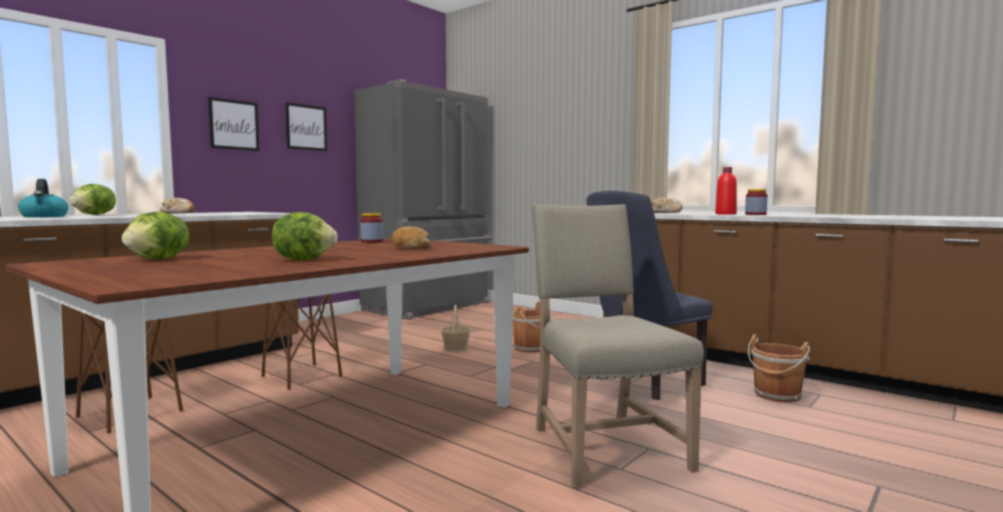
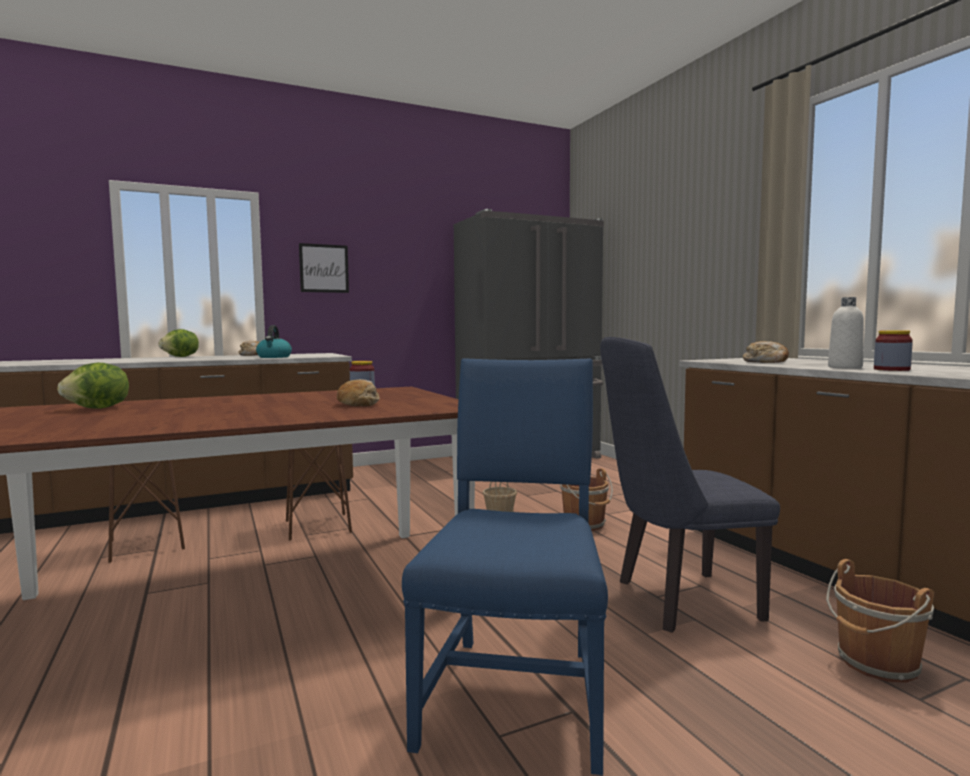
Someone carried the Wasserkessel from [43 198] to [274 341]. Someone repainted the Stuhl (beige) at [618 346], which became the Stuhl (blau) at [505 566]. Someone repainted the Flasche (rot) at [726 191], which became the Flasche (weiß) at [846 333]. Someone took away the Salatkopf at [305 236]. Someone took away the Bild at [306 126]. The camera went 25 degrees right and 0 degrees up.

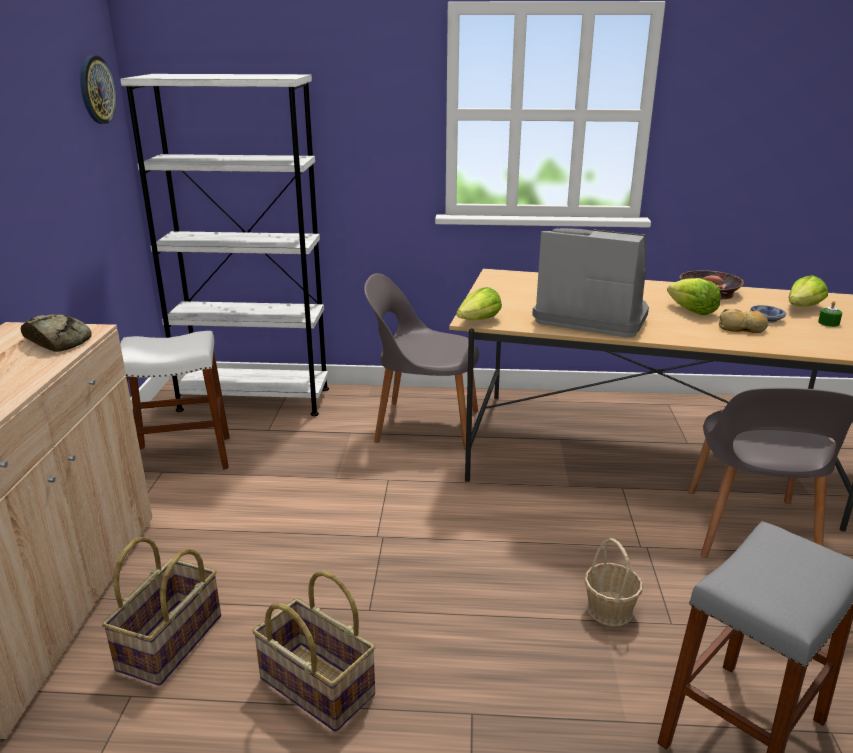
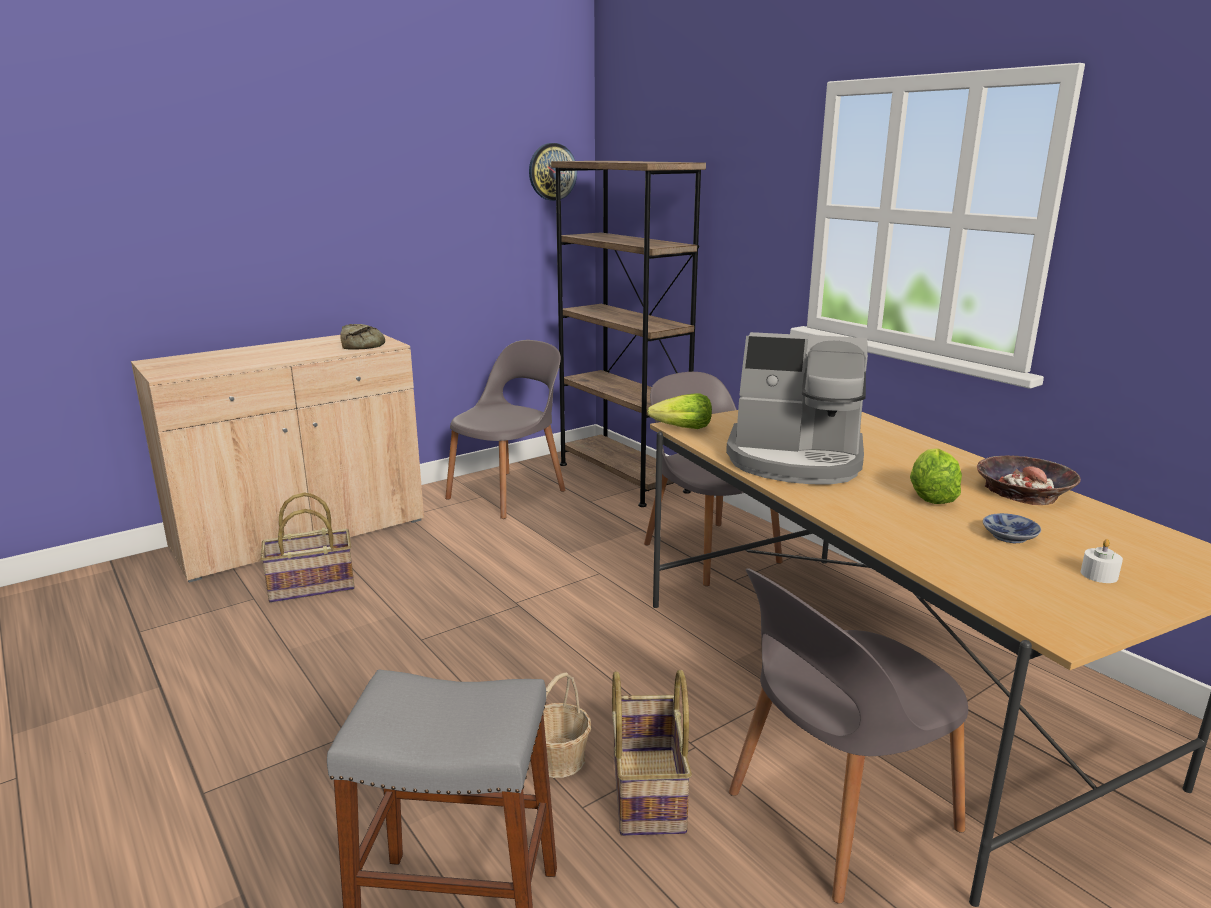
Someone swapped the Hocker (weiß) at [175 400] for the Stuhl (grau) at [505 429]. Someone repainted the Bücherregal (weiß) at [224 245], which became the Bücherregal (braun) at [628 334]. Someone carried the Korb from [314 651] to [652 753]. Someone rotated the Kaffeemaschine at [590 283] by 120 degrees clockwise. Someone repainted the Kerze (grün) at [830 314], which became the Kerze (weiß) at [1102 561]. Someone took away the Brot at [744 321]. Someone took away the Salatkopf at [808 291]. The camera went 50 degrees right and 5 degrees down.

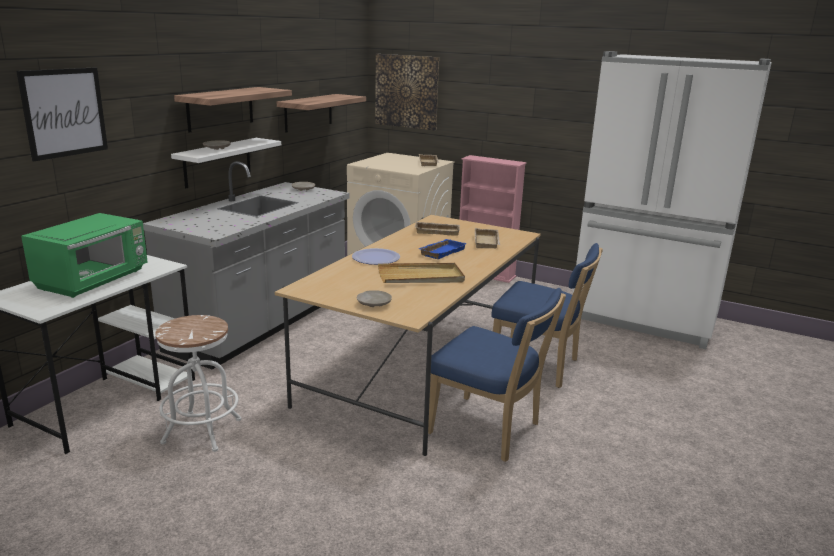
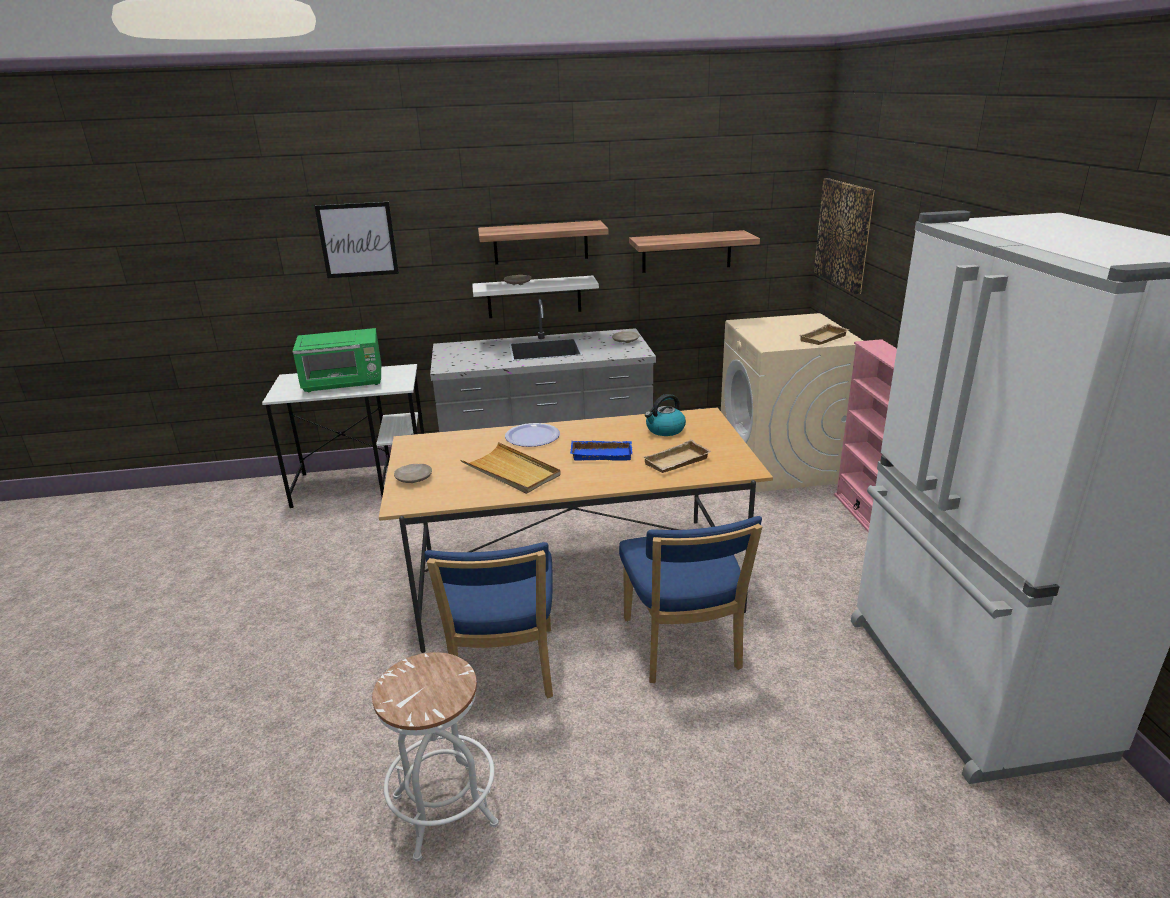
Someone carried the Hocker (weiß) from [198 383] to [435 756]. Someone swapped the Tablett (beige) at [437 229] for the Wasserkessel at [665 415]. The camera went 55 degrees right and 5 degrees up.

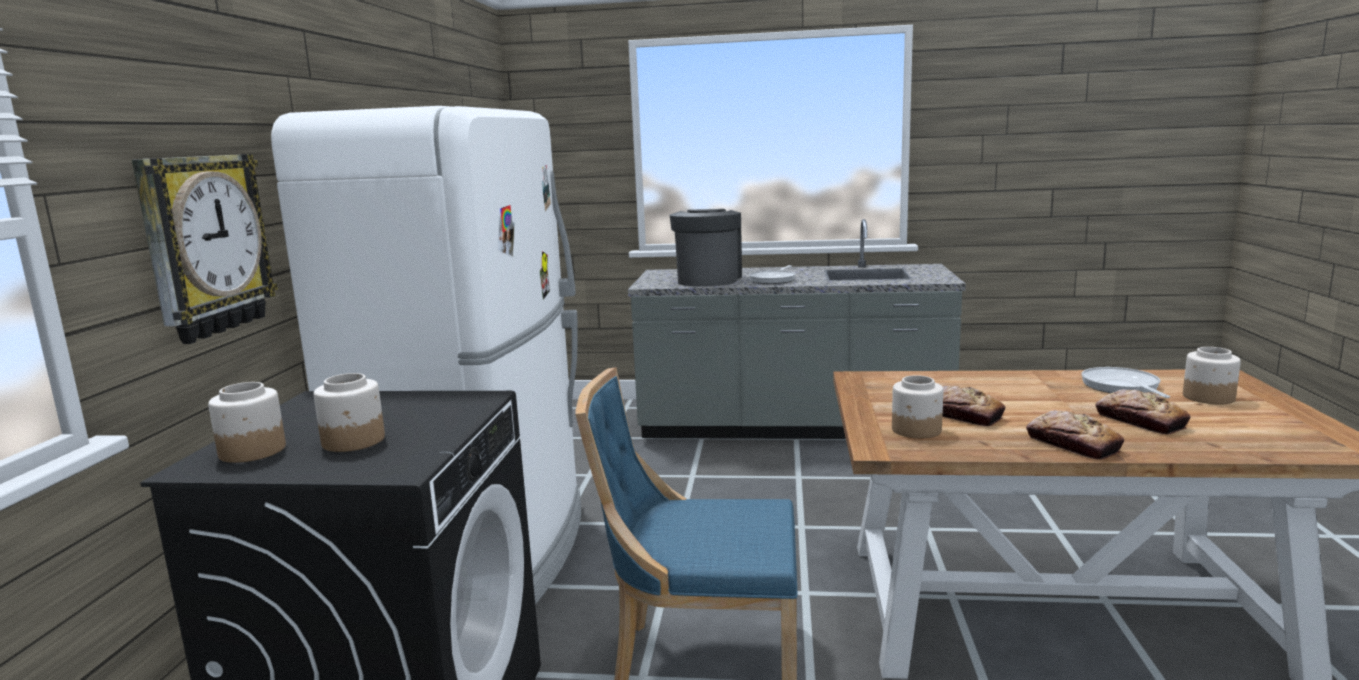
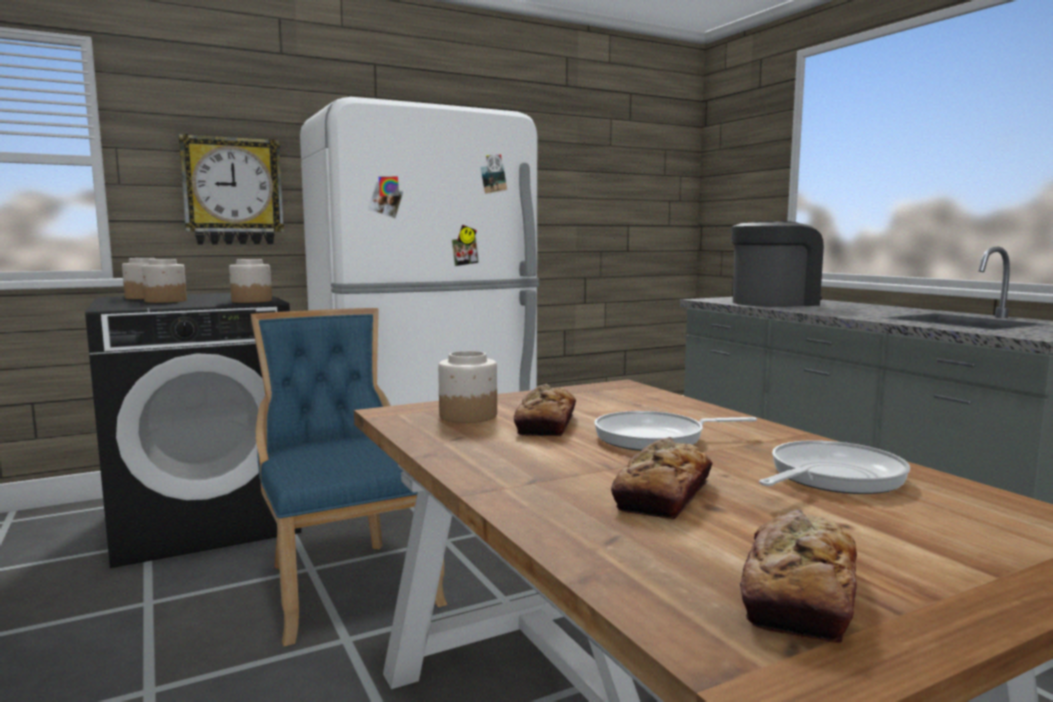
Someone carried the Vorratsglas from [1212 376] to [250 281]. Someone carried the Pfanne from [772 274] to [675 431]. Someone carried the Brot from [1075 435] to [798 576]. The camera went 55 degrees right and 5 degrees down.

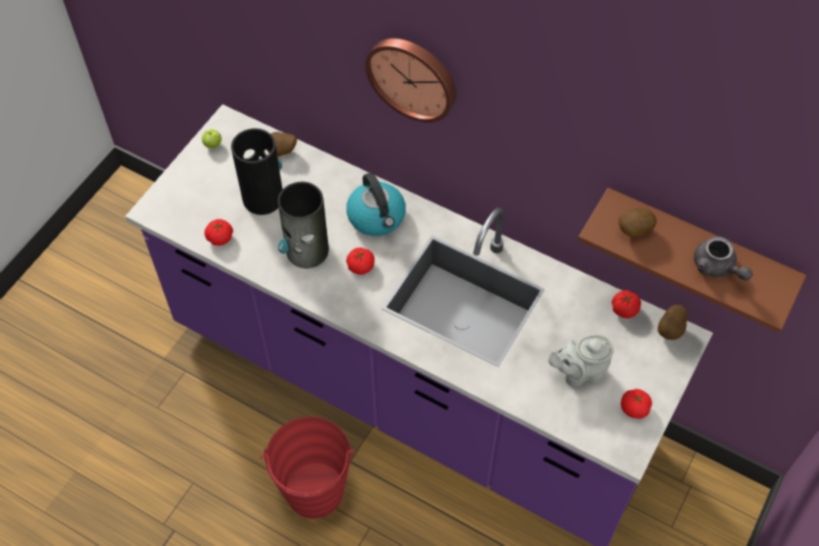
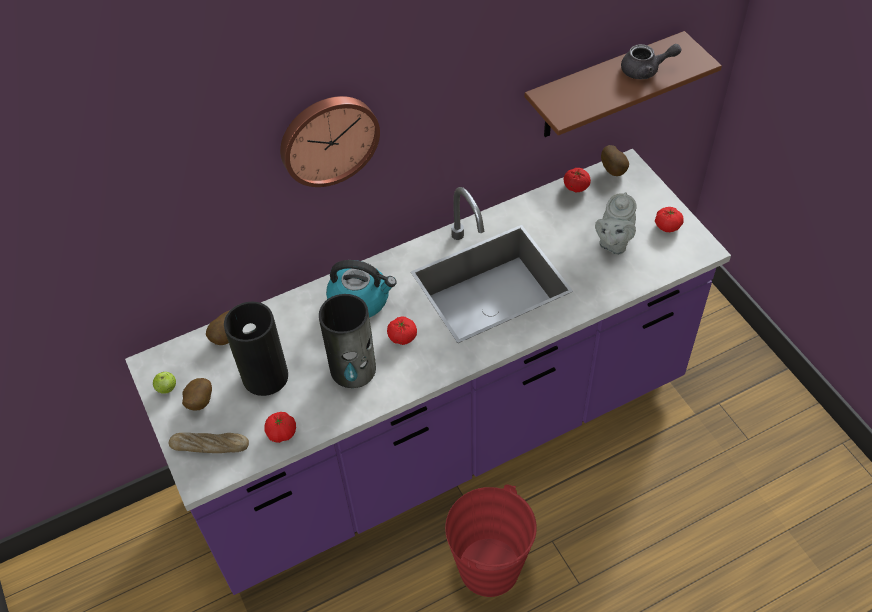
Someone put down the Brot at [209 443]. Someone carried the Kartoffel from [638 222] to [197 394]. The camera went 55 degrees left and 5 degrees down.

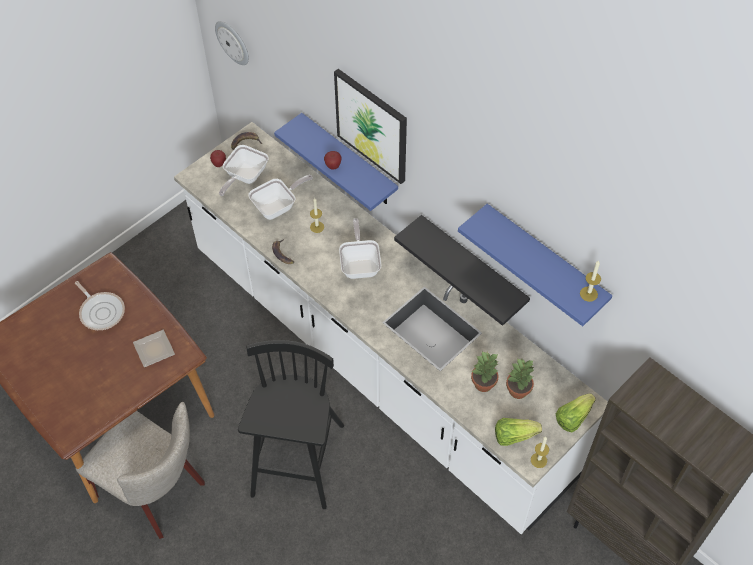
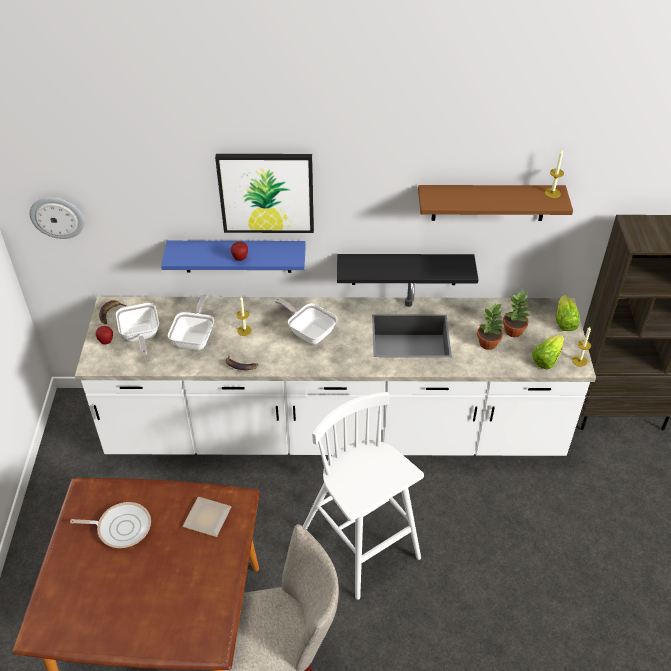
Someone repainted the Hocker (schwarz) at [291 424], which became the Hocker (weiß) at [363 496]. Someone repainted the Wandregal (blau) at [535 265], which became the Wandregal (braun) at [495 203]. The camera went 45 degrees left and 10 degrees down.

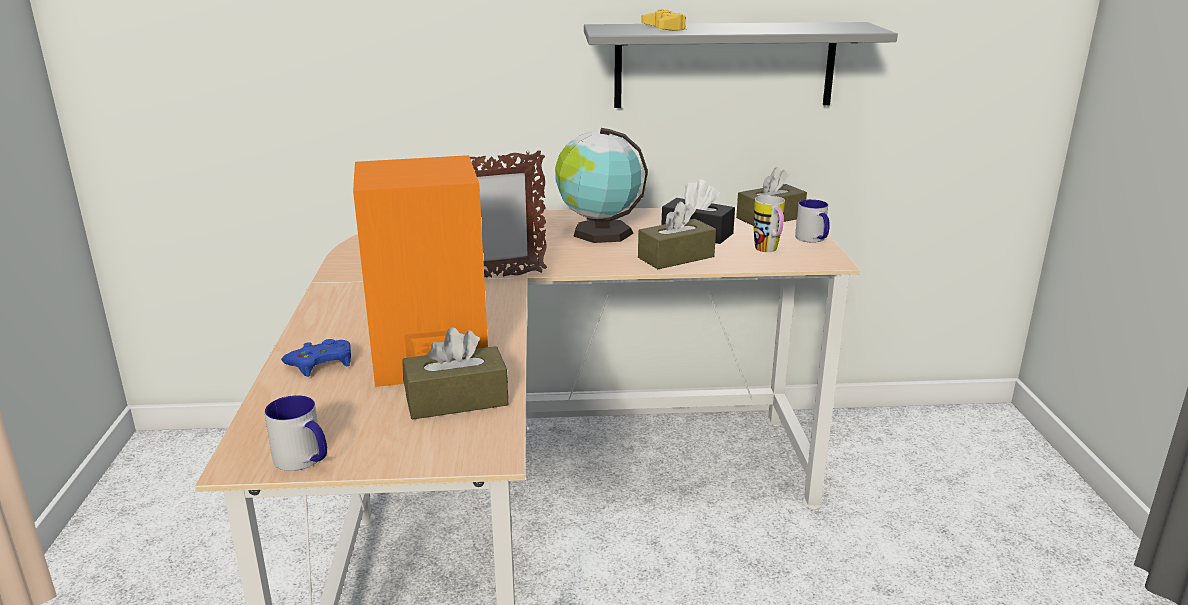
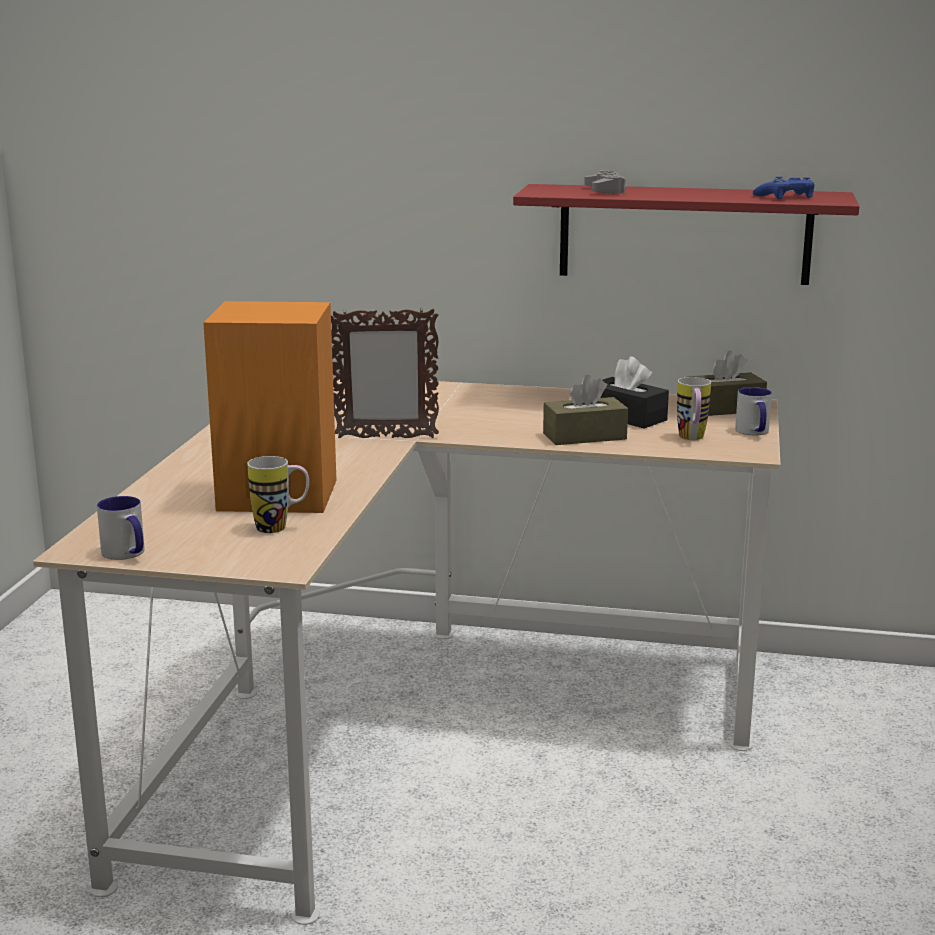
Someone swapped the Taschentuchbox (braun) at [455 373] for the Henkelbecher at [278 494]. Someone repainted the Wandregal (grau) at [741 65], which became the Wandregal (rot) at [686 234]. Someone repainted the Gamepad (gelb) at [663 20], which became the Gamepad (grau) at [605 182]. Someone carried the Gamepad (blau) from [316 358] to [784 187]. Someone took away the Globus at [601 185]. The camera went 15 degrees right and 5 degrees down.

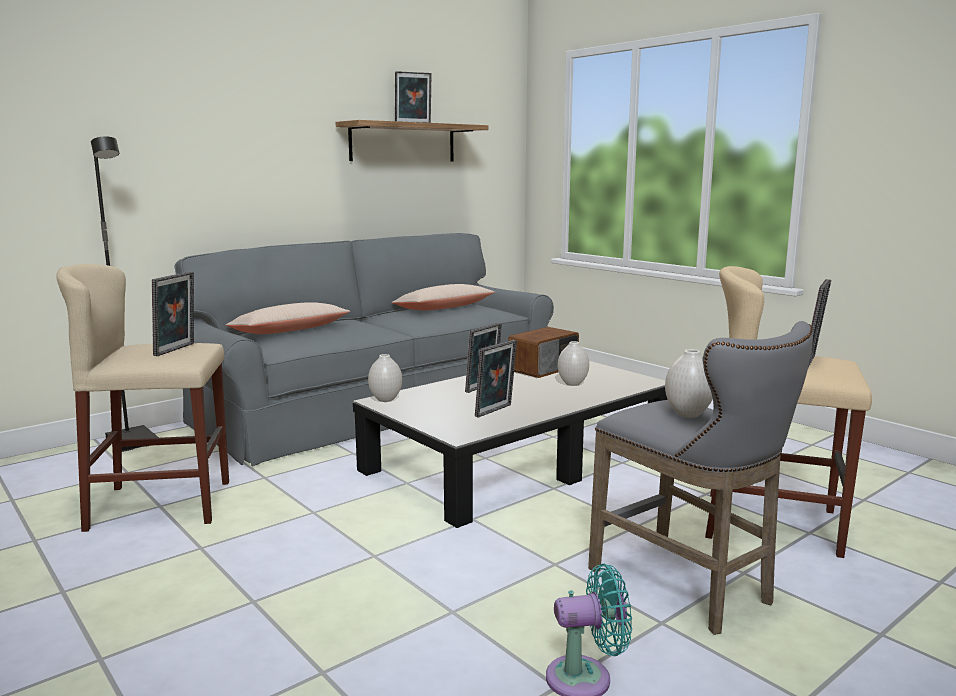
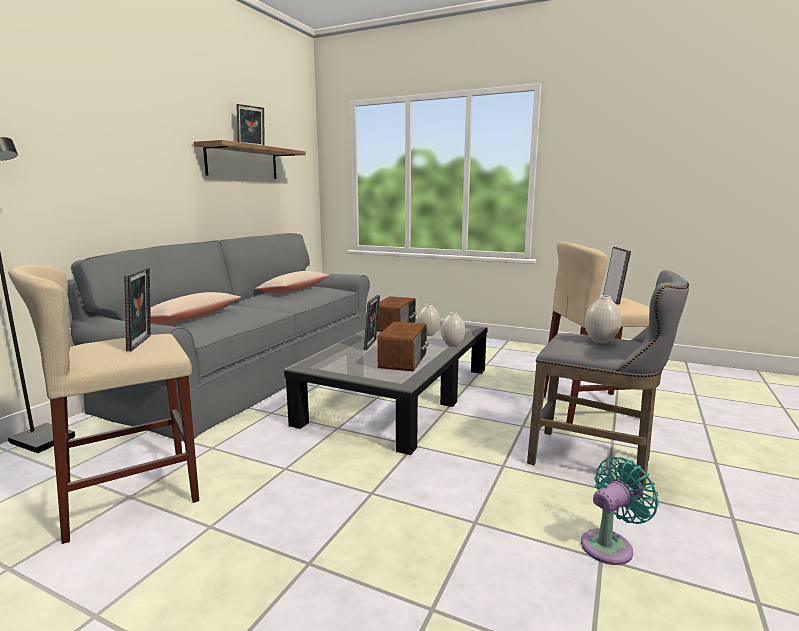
Someone swapped the Bilderrahmen at [496 379] for the Radio at [403 346]. Someone carried the Vase (weiß) from [385 378] to [453 329]. The camera went 25 degrees left and 0 degrees up.

